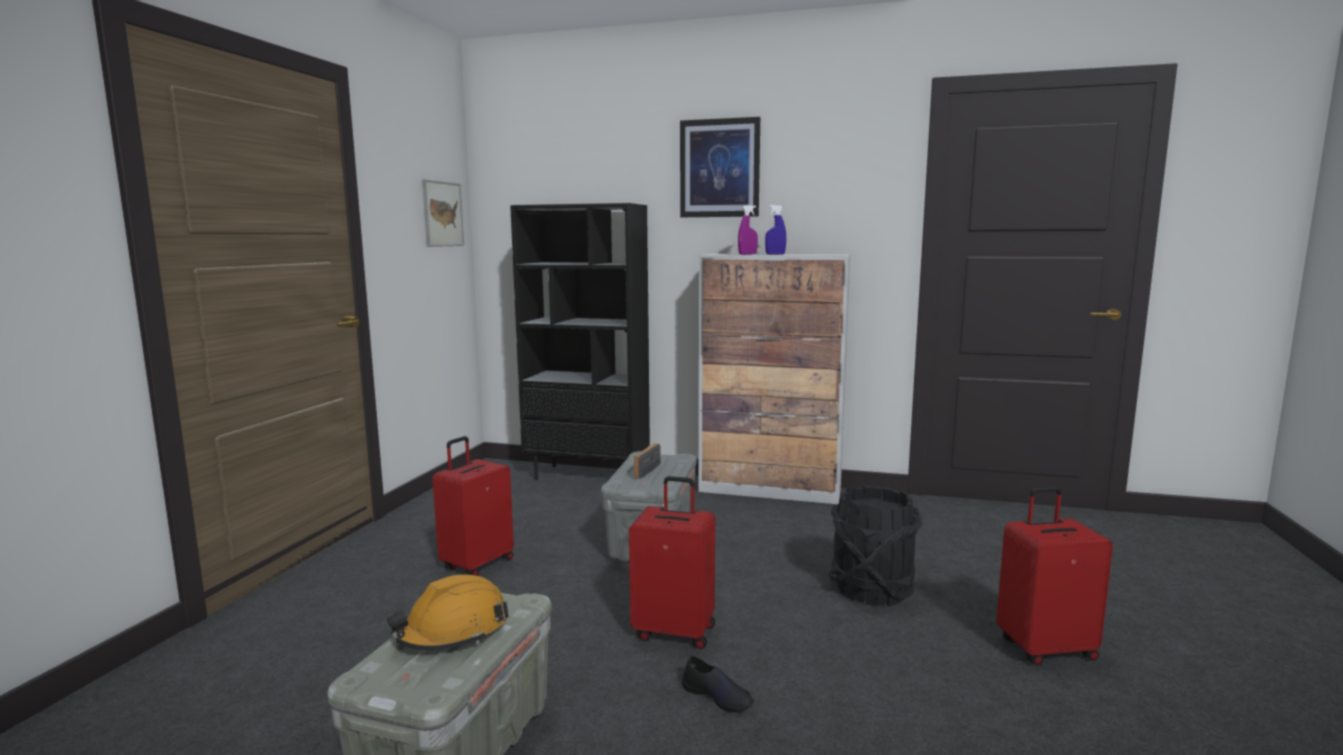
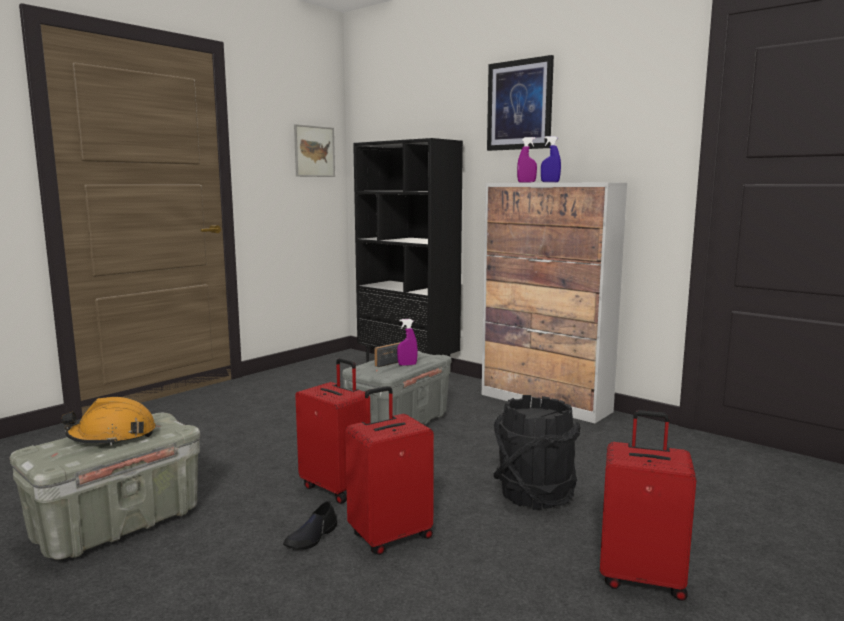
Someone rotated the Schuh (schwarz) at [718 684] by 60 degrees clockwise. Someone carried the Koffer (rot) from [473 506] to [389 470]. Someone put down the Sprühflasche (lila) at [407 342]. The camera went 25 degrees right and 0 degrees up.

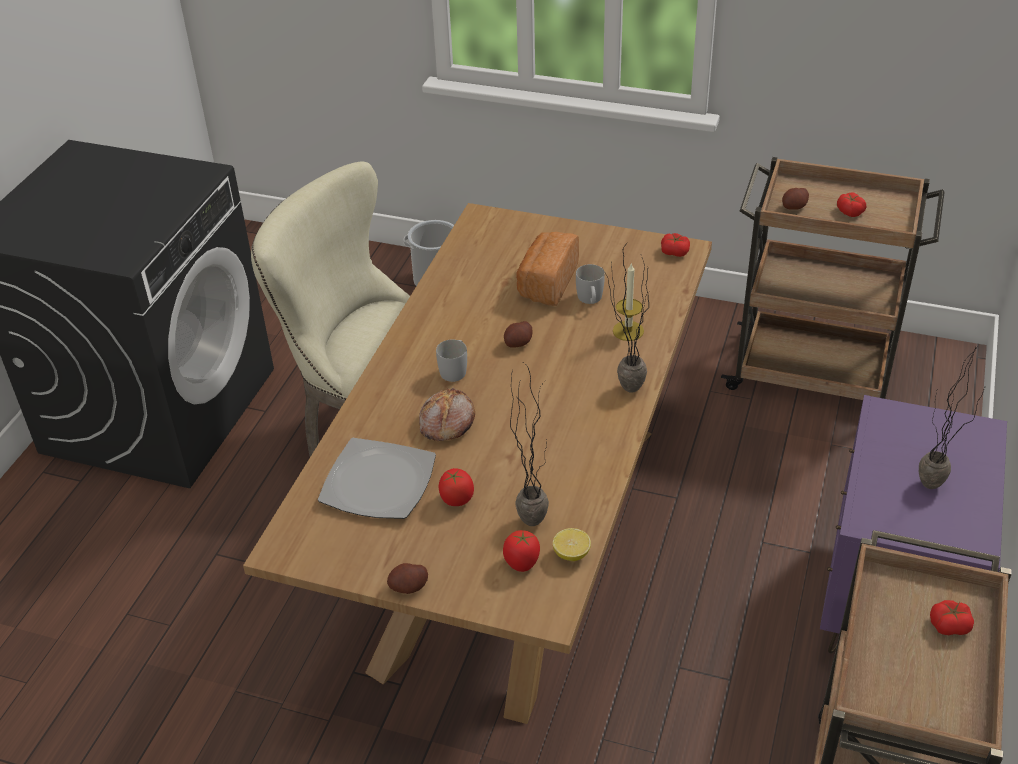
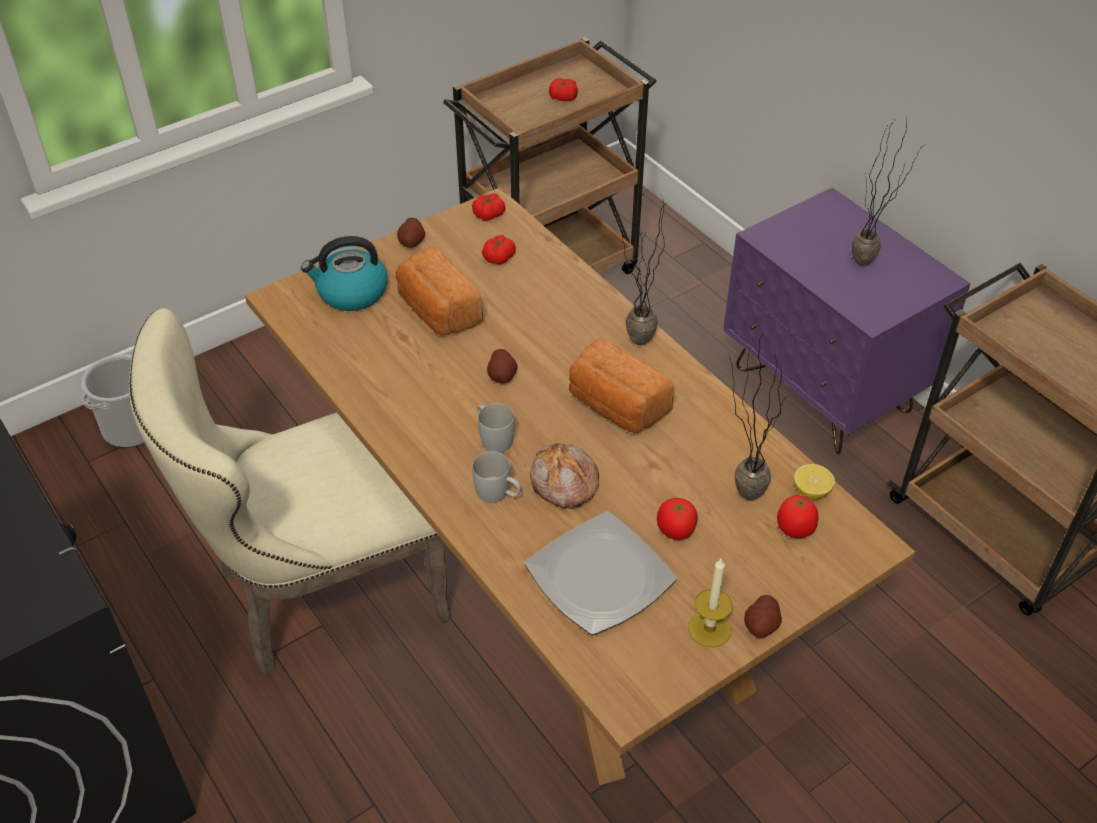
Someone put down the Wasserkessel at [344 273]. Someone carried the Kartoffel from [795 199] to [411 233]. Someone carried the Henkelbecher (weiß) from [590 284] to [496 477]. Someone carried the Tomate from [952 617] to [499 250]. Someone put down the Brot at [622 385]. Someone carried the Kerze from [628 301] to [710 603]. The camera went 55 degrees left and 5 degrees up.

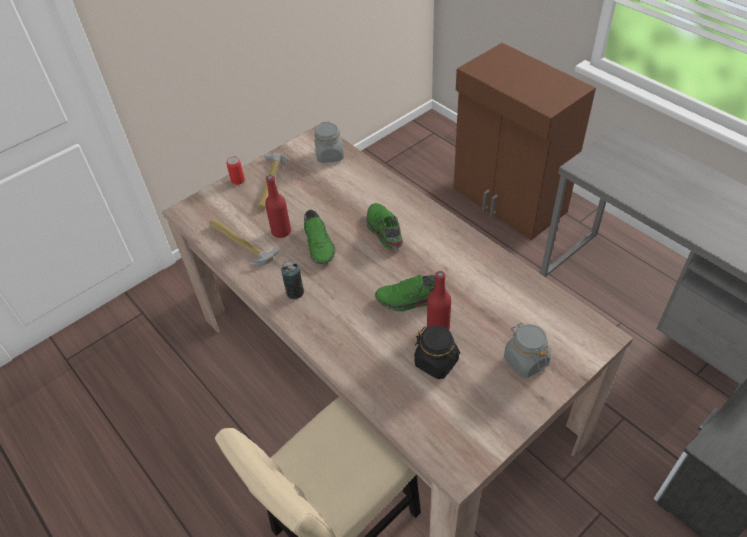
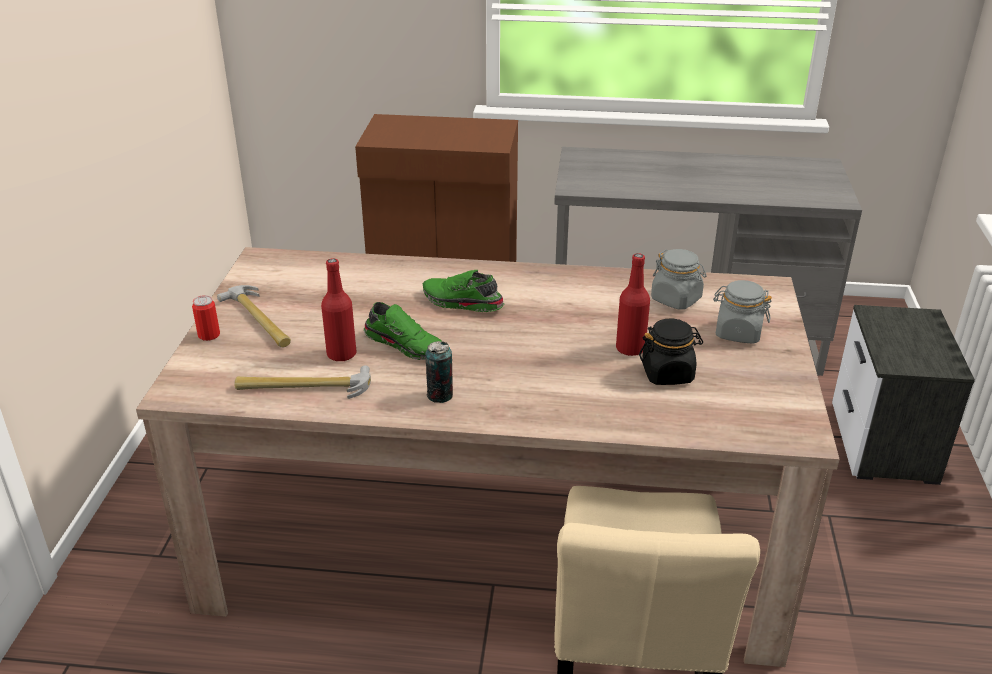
Someone carried the Vorratsglas (grau) from [329 142] to [678 279]. Someone took away the Schuh (grün) at [410 292]. The camera went 45 degrees left and 15 degrees down.

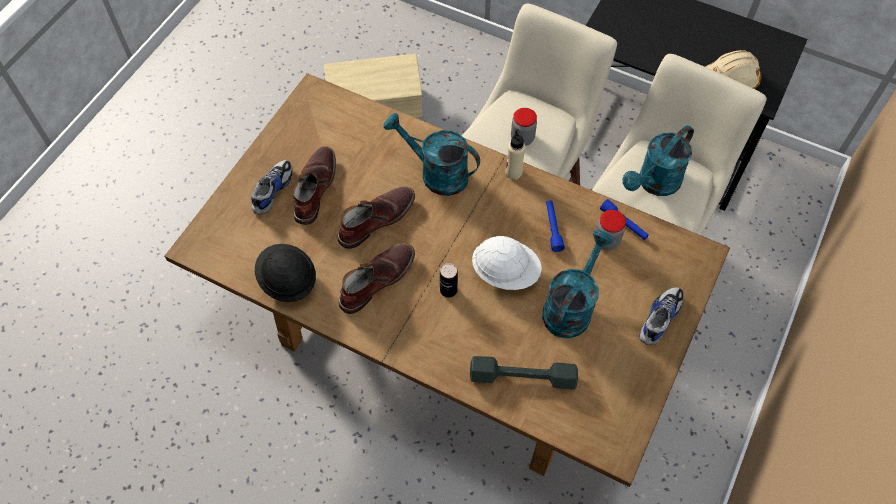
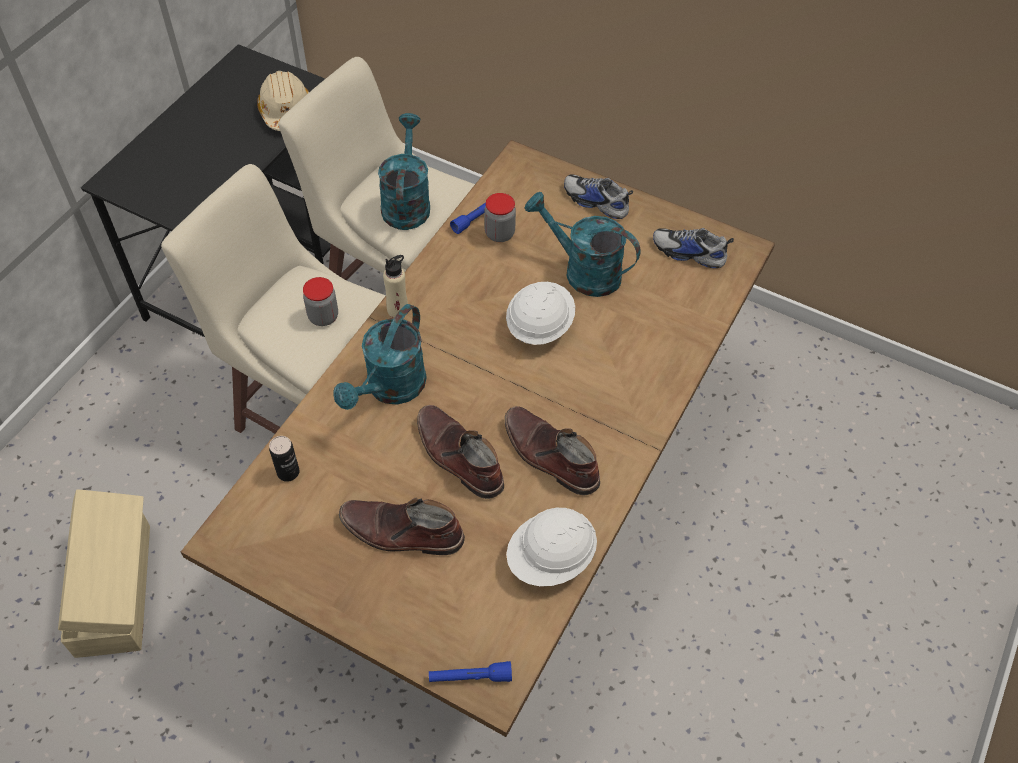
Someone carried the Dose from [449 280] to [284 459]. Someone rotated the Gießkanne (türkis) at [658 160] by 135 degrees counterclockwise. Someone carried the Taschenlampe (blau) from [555 226] to [470 671]. Someone repainted the Schutzhelm (schwarz) at [285 273], which became the Schutzhelm (weiß) at [551 547]. Someone carried the Schuh from [272 187] to [693 248]. Someone took away the Hantel (grau) at [524 373]. The camera went 90 degrees left and 5 degrees down.

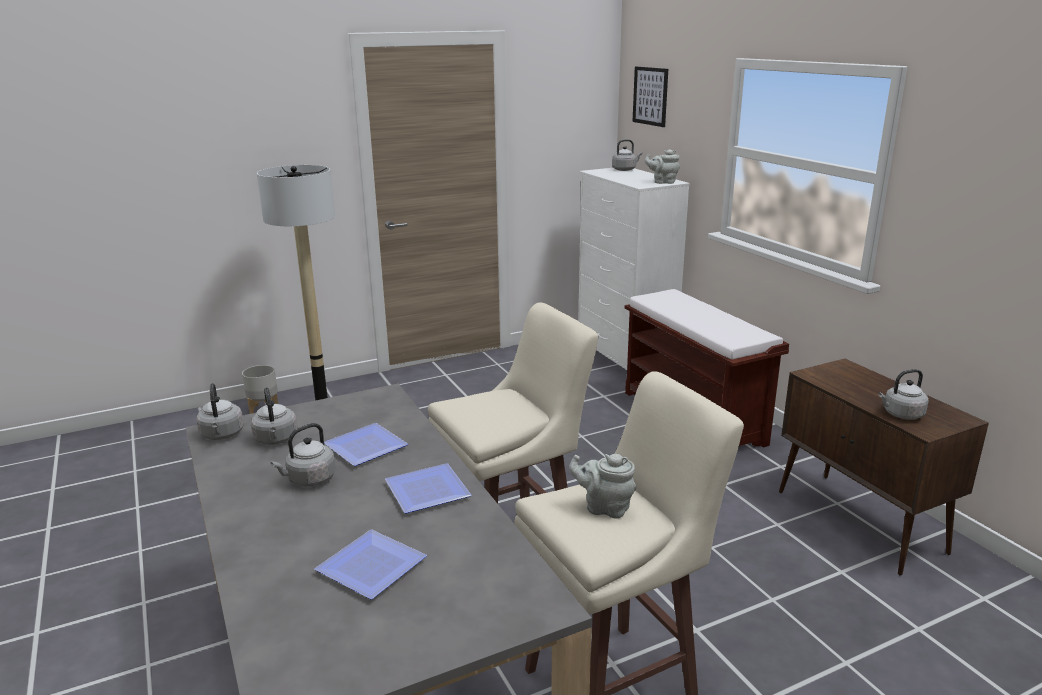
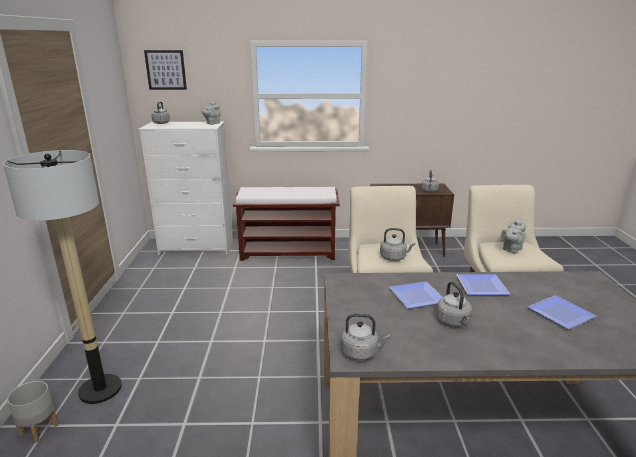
Someone carried the Wasserkessel (grau) from [274 416] to [397 244]. The camera went 65 degrees left and 0 degrees up.

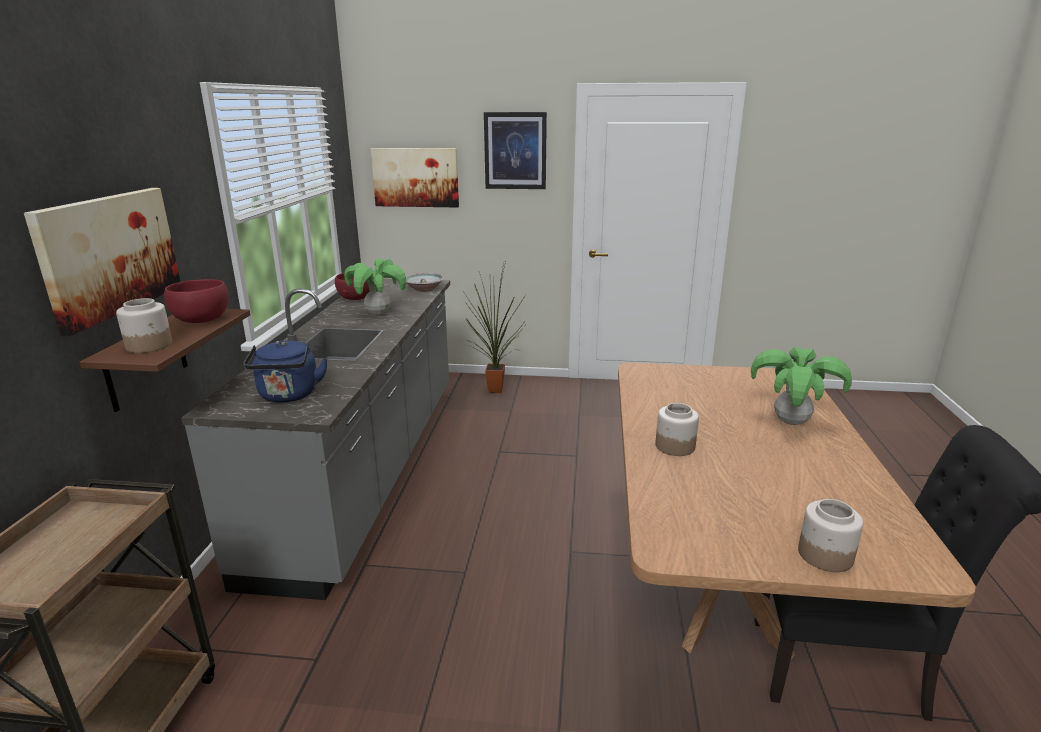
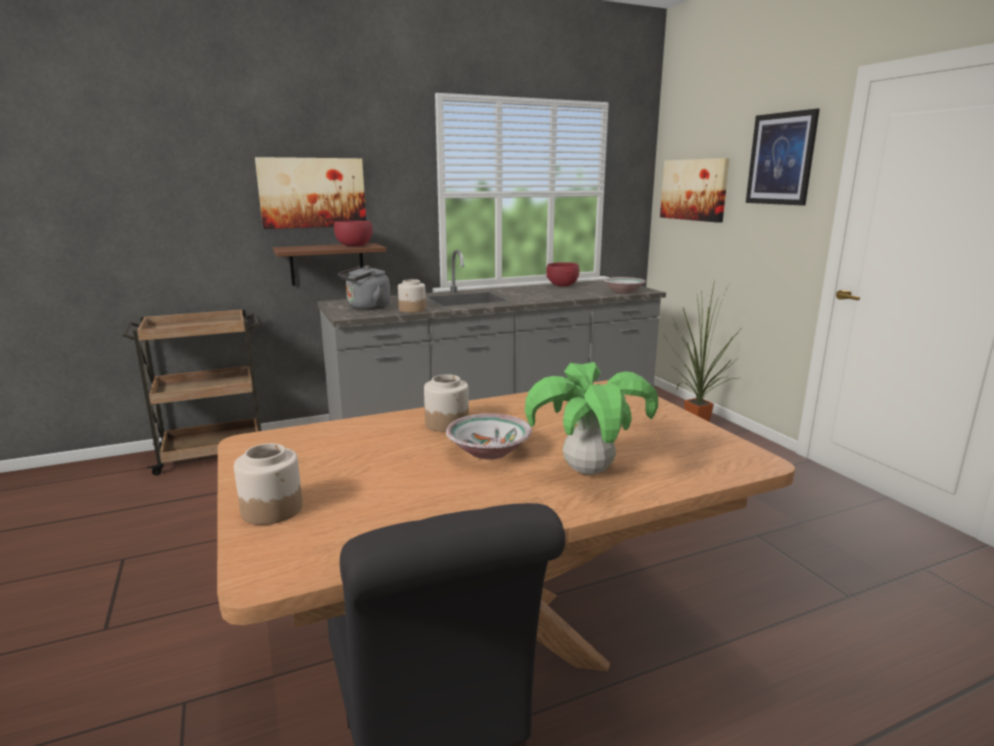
Someone repainted the Wasserkessel (blau) at [285 371], which became the Wasserkessel (grau) at [364 288]. Someone carried the Vorratsglas from [144 325] to [412 296]. Someone put down the Schüssel at [489 436]. Someone took away the Topfpflanze at [375 287]. The camera went 60 degrees right and 5 degrees down.

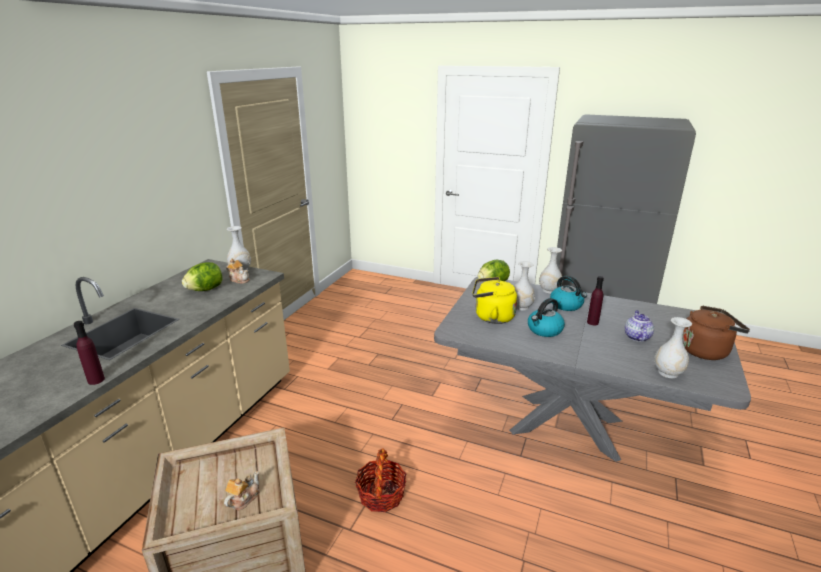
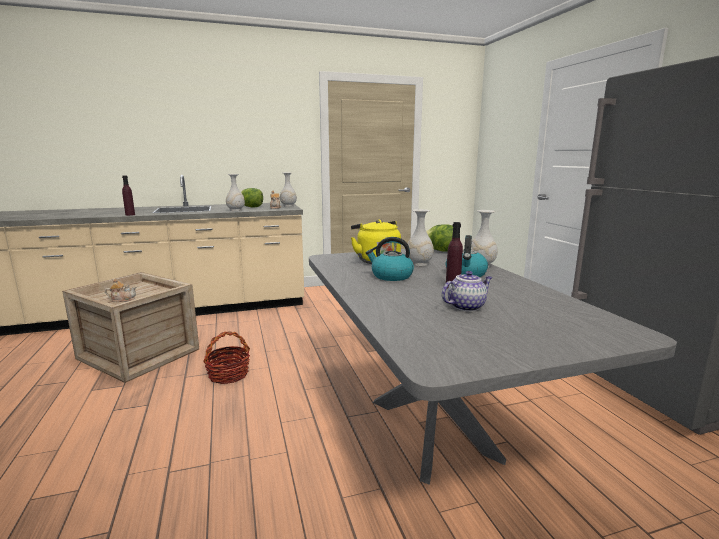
Someone carried the Vase (weiß) from [673 347] to [235 192]. Someone took away the Wasserkessel (braun) at [716 333]. The camera went 50 degrees right and 10 degrees down.

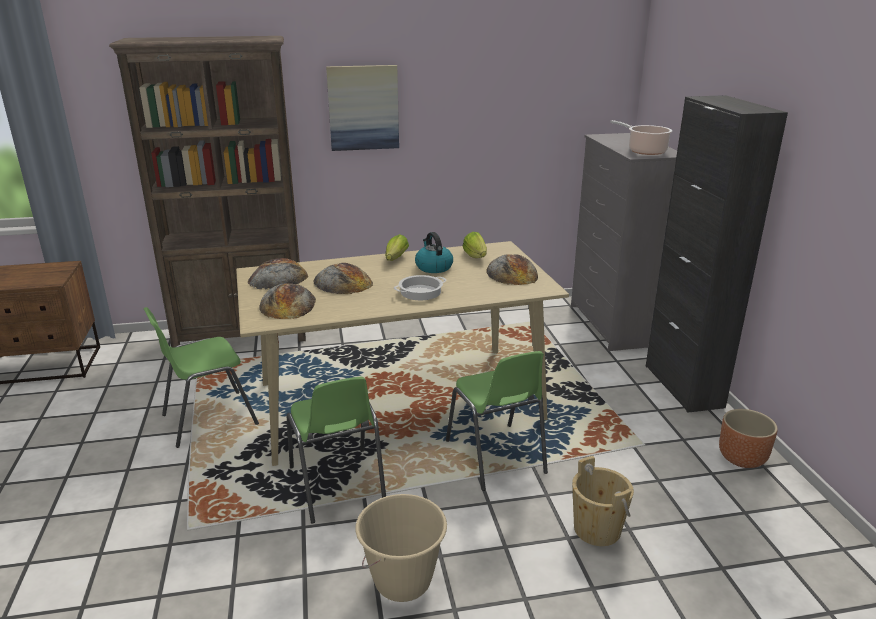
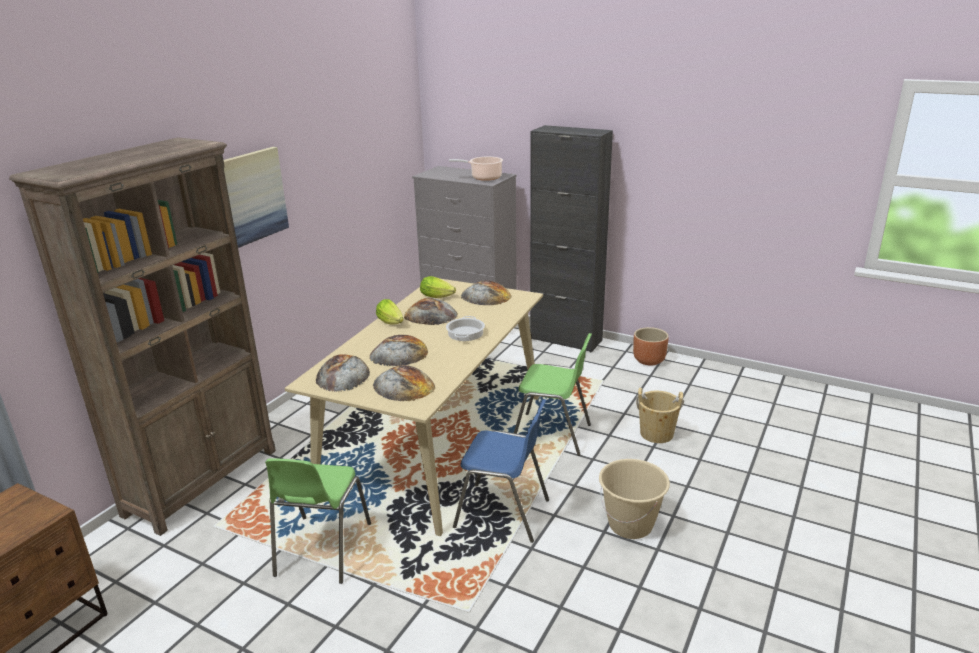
Someone swapped the Wasserkessel at [434 252] for the Brot at [430 311]. Someone repainted the Stuhl (grün) at [336 450], which became the Stuhl (blau) at [501 471]. The camera went 50 degrees left and 0 degrees up.

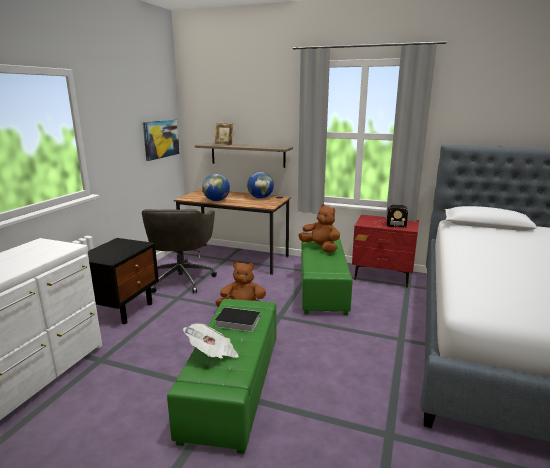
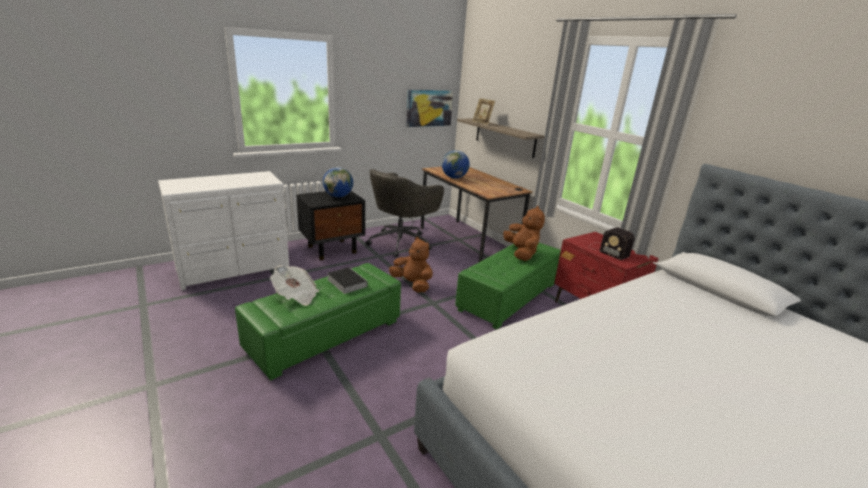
Someone carried the Globus from [260 185] to [338 182]. The camera went 35 degrees right and 5 degrees up.

